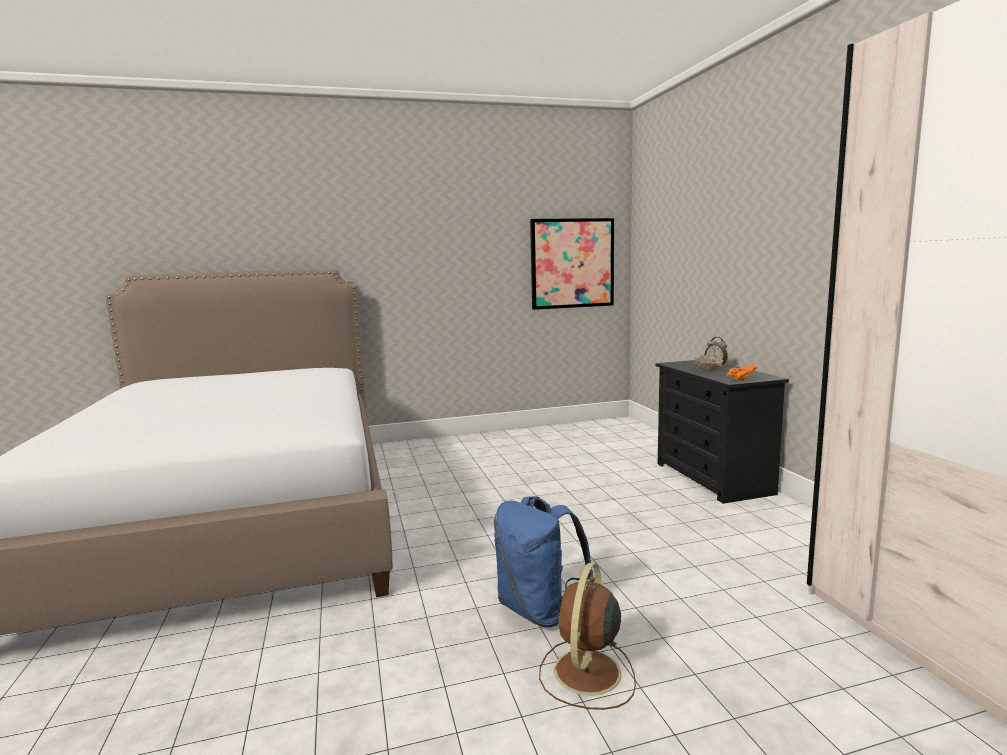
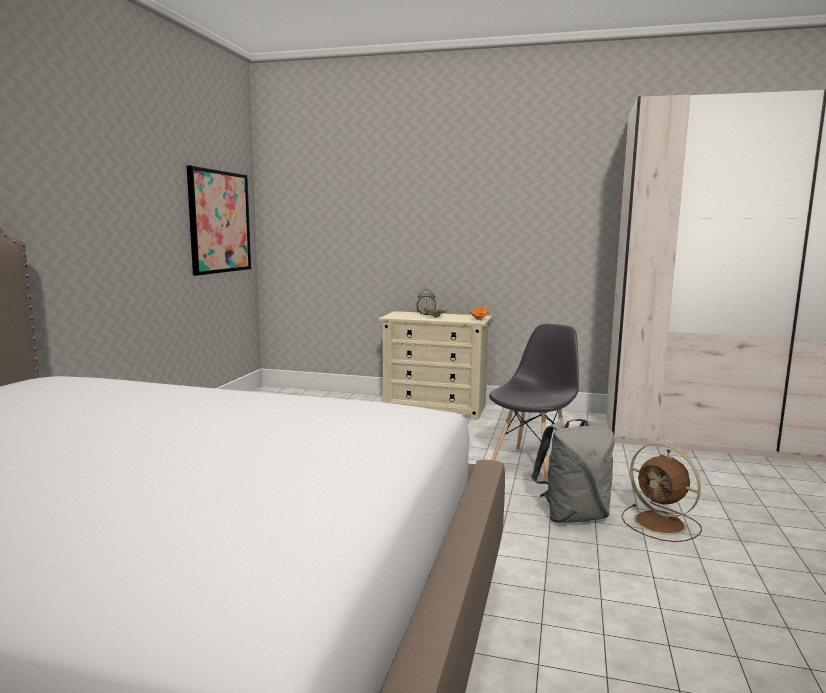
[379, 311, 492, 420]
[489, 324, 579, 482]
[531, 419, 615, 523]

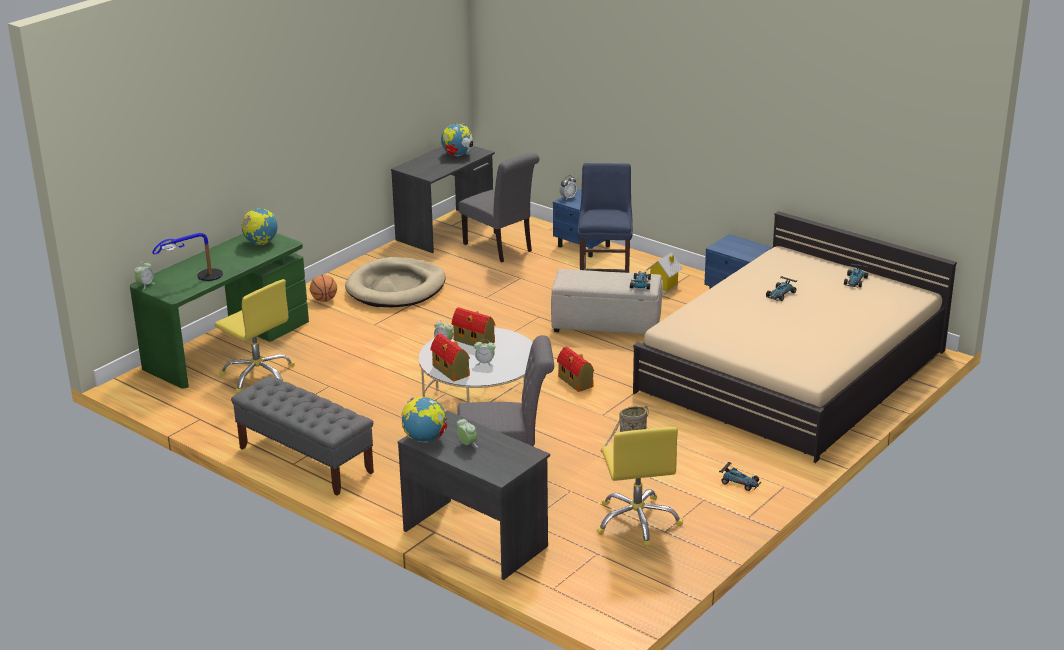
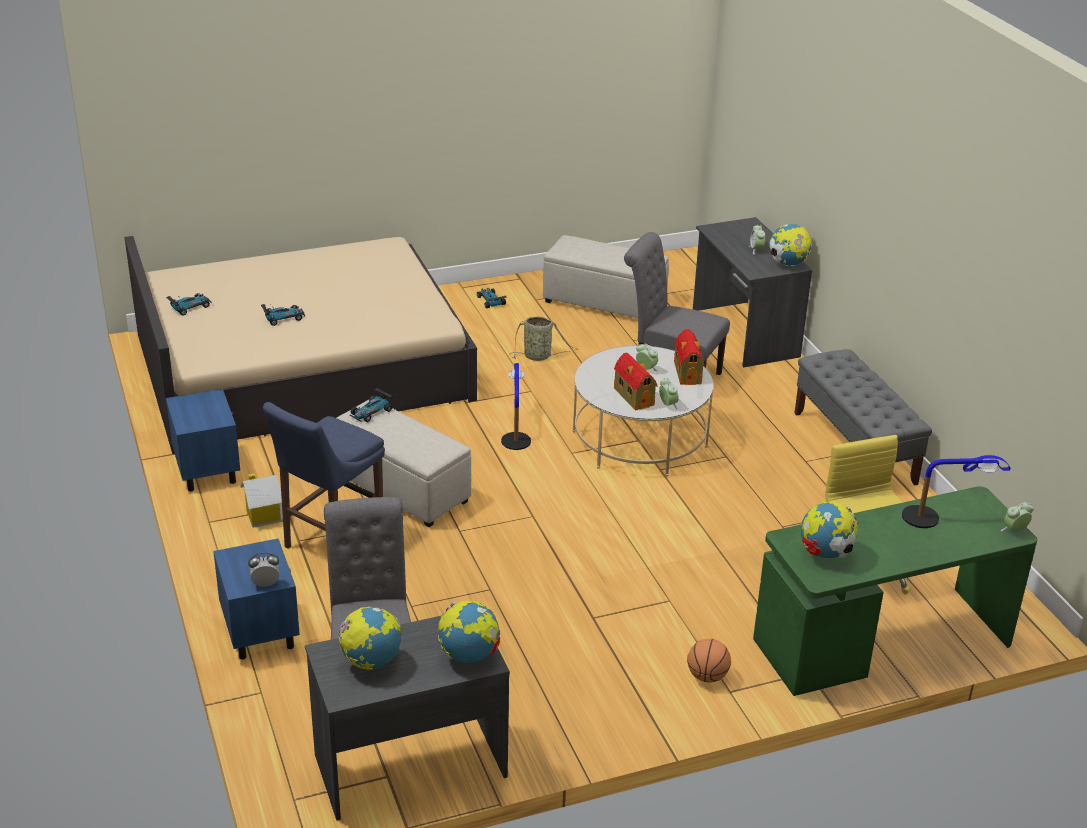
[438, 601, 500, 663]
[501, 363, 531, 450]
[543, 235, 669, 318]
[345, 257, 445, 307] (first image)

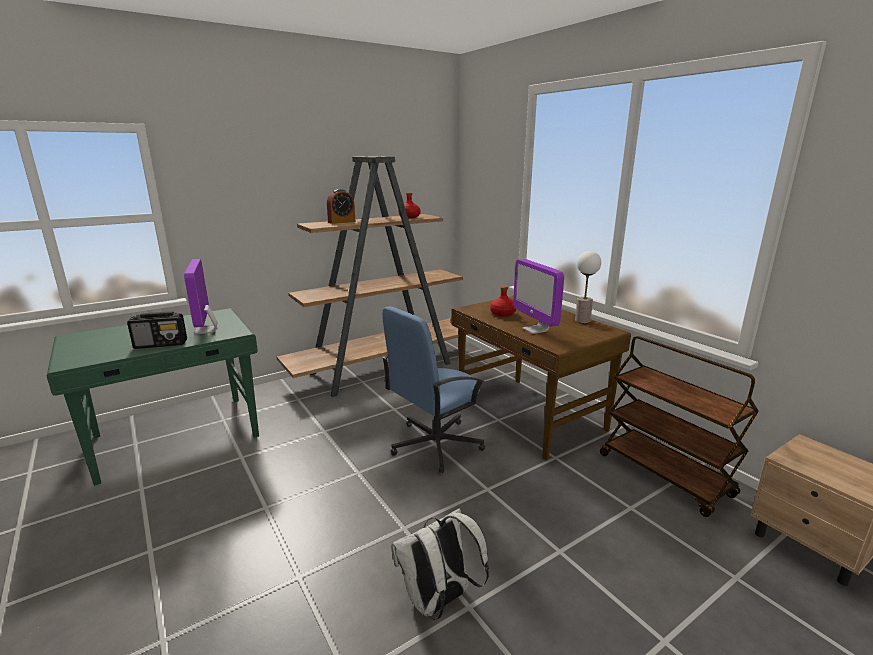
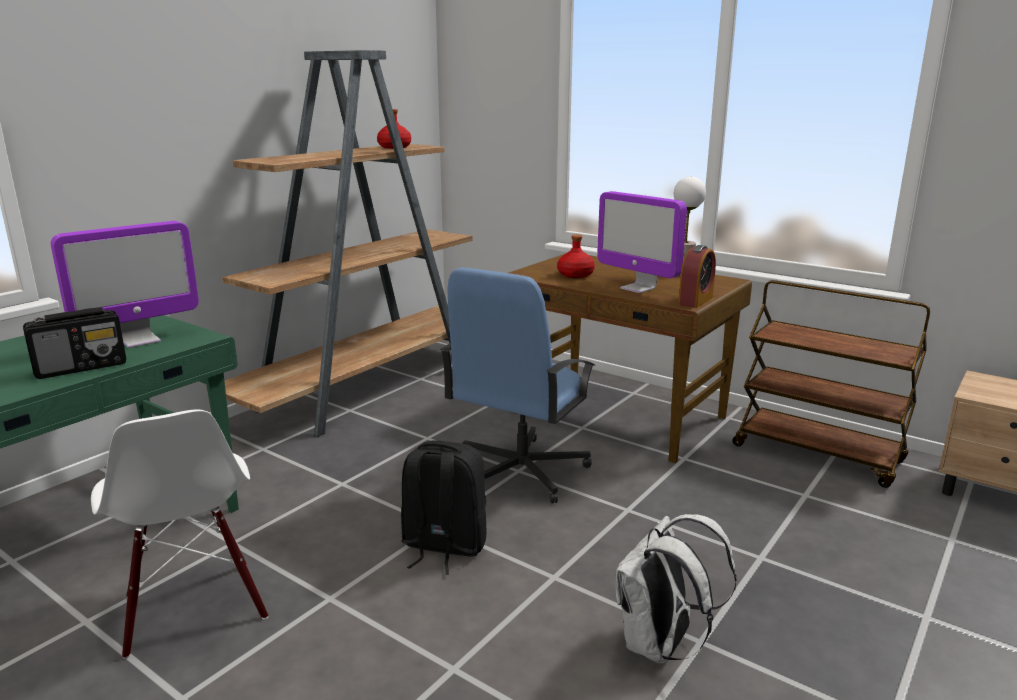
[51, 221, 199, 348]
[91, 410, 268, 659]
[401, 440, 487, 575]
[678, 245, 716, 308]

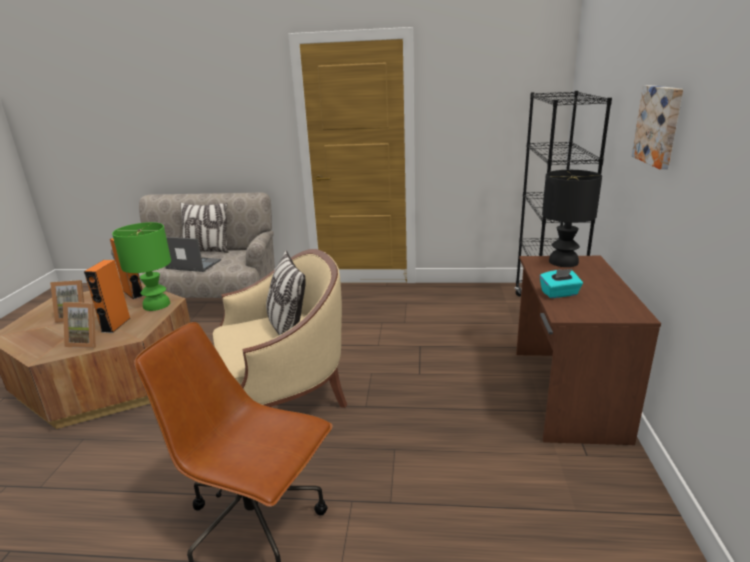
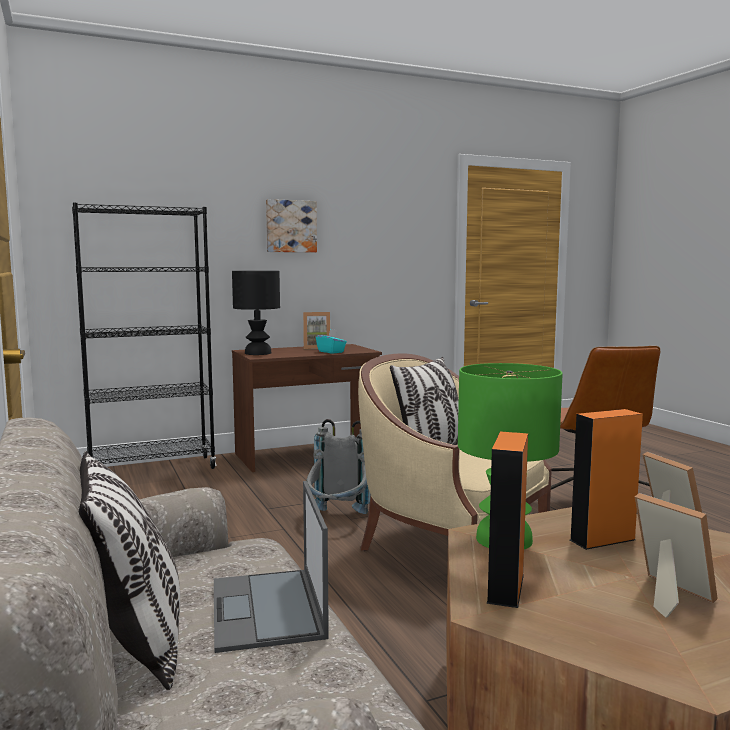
[303, 312, 330, 350]
[306, 419, 370, 514]

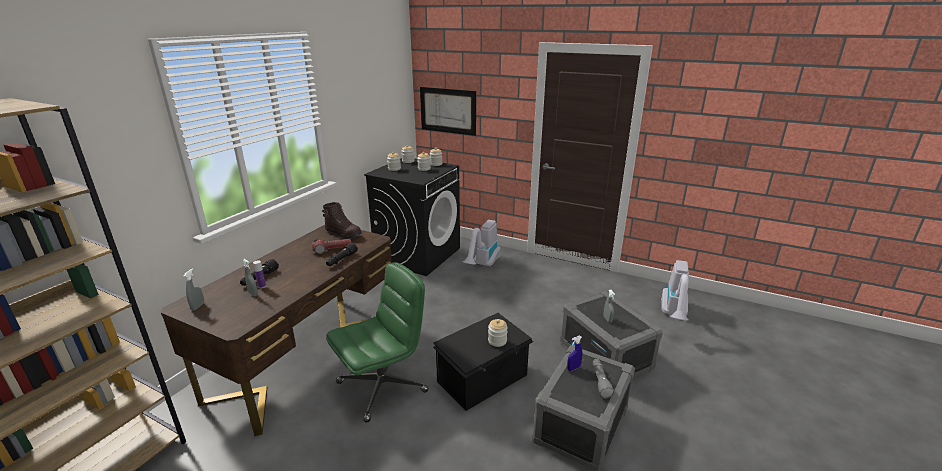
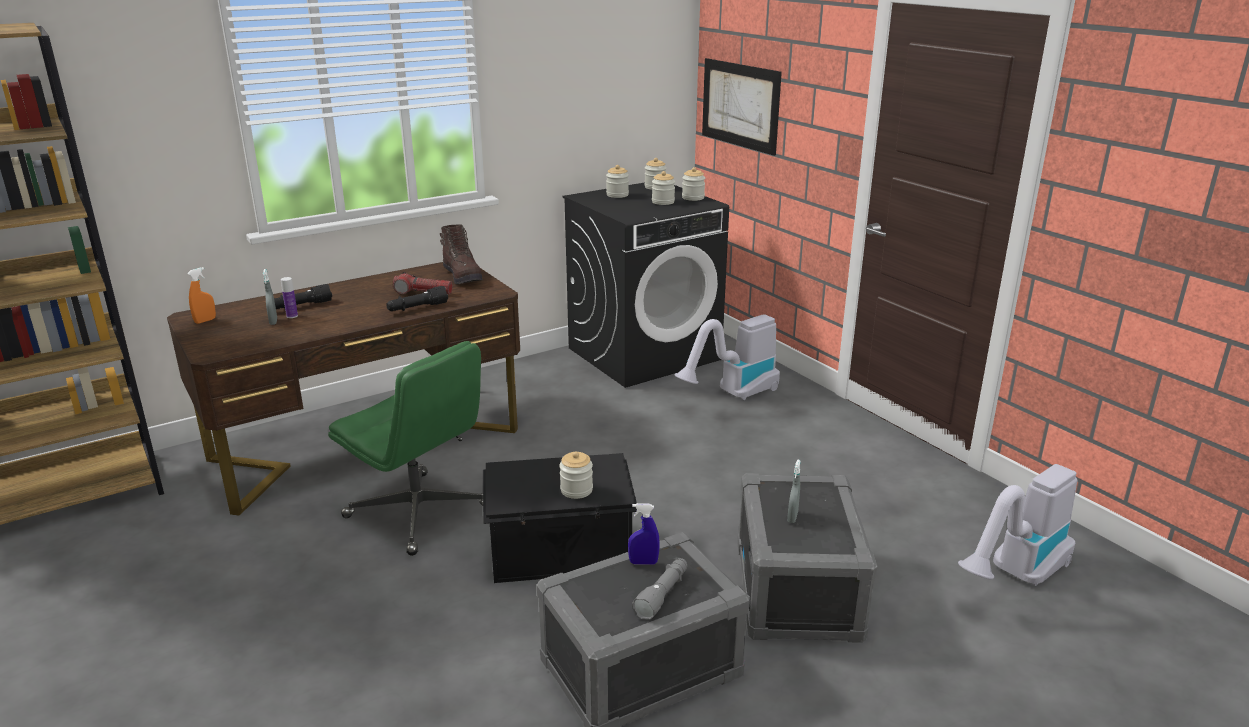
[187, 267, 216, 324]
[328, 341, 483, 556]

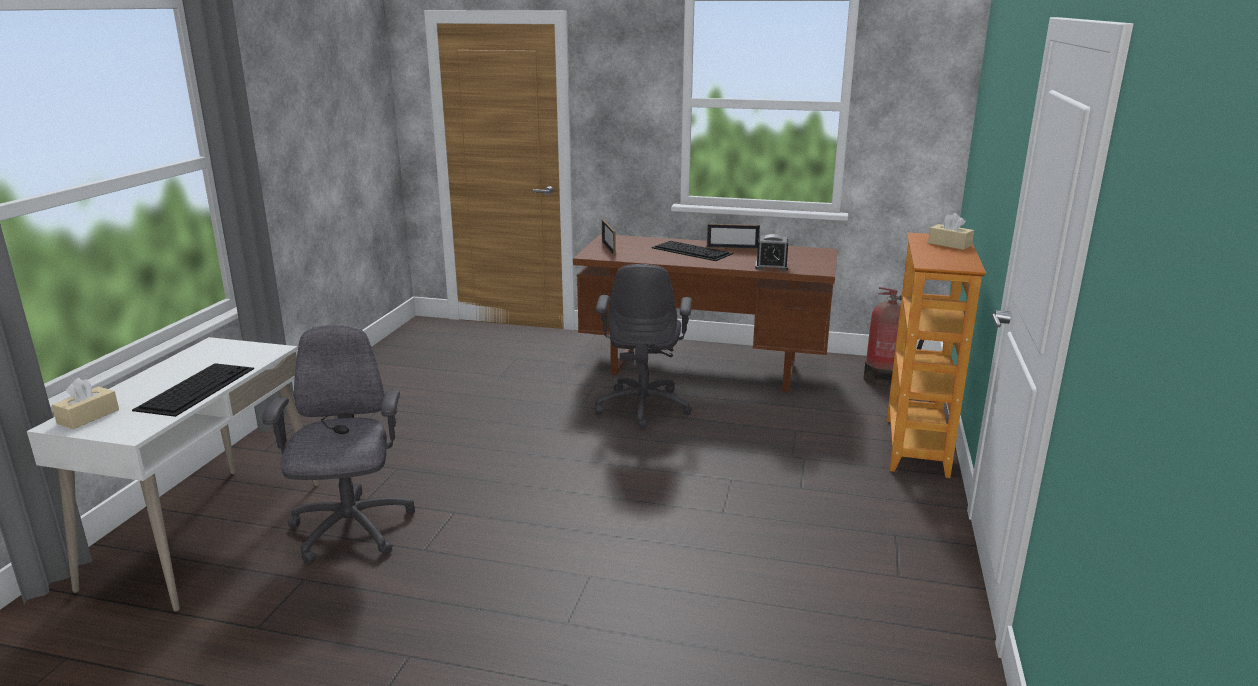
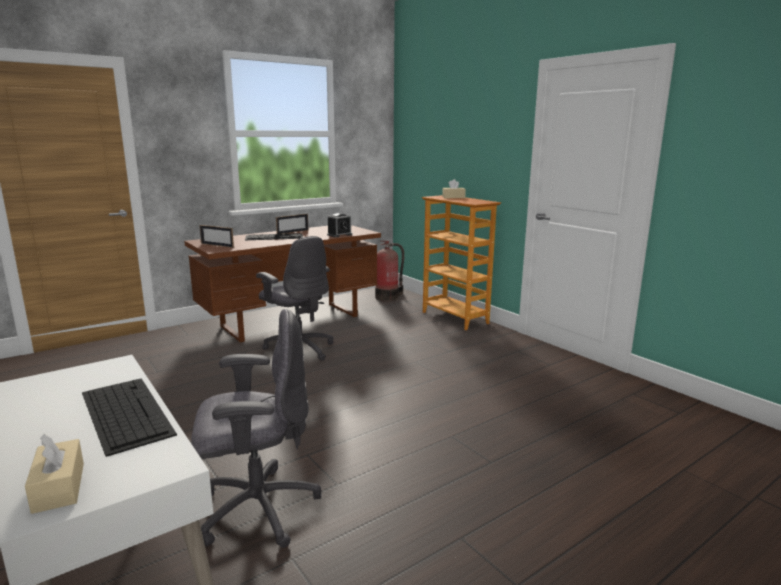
[191, 309, 322, 548]

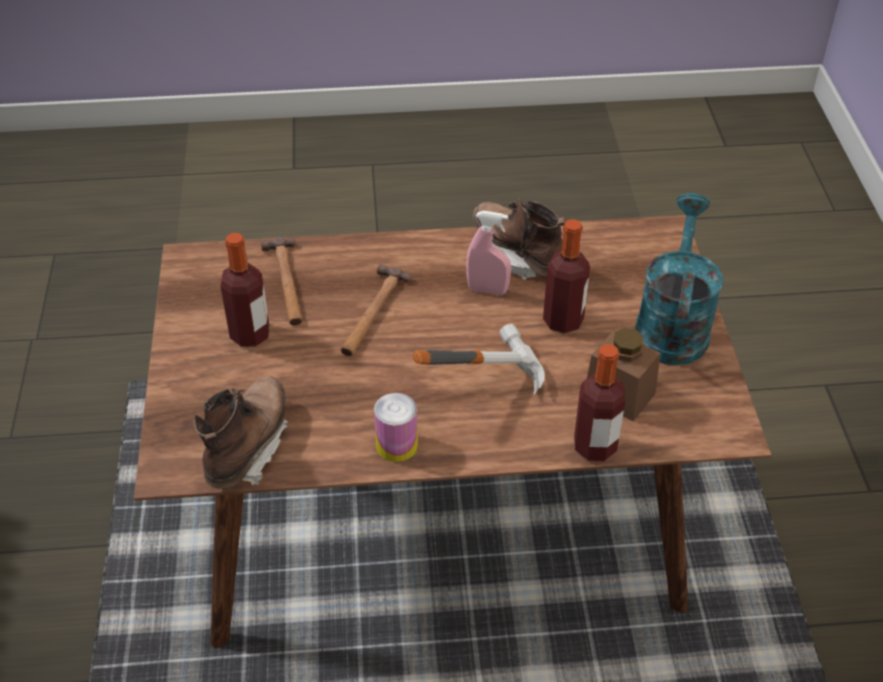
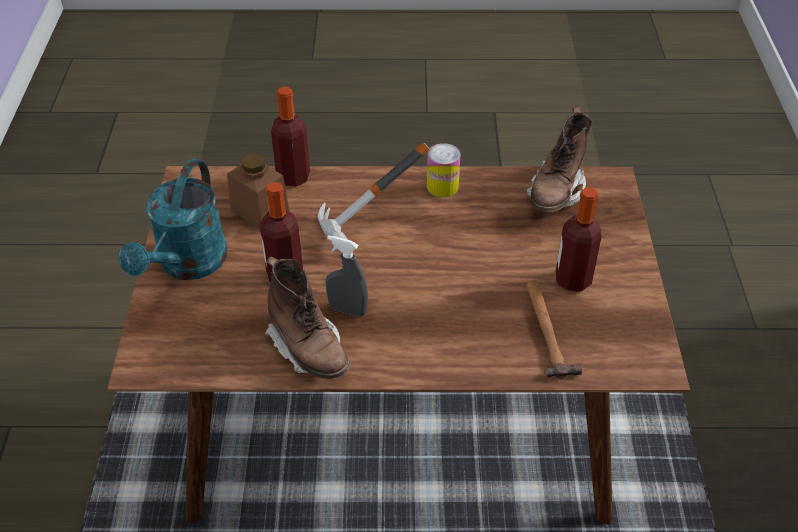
[326, 235, 368, 317]
[341, 264, 411, 356] (first image)

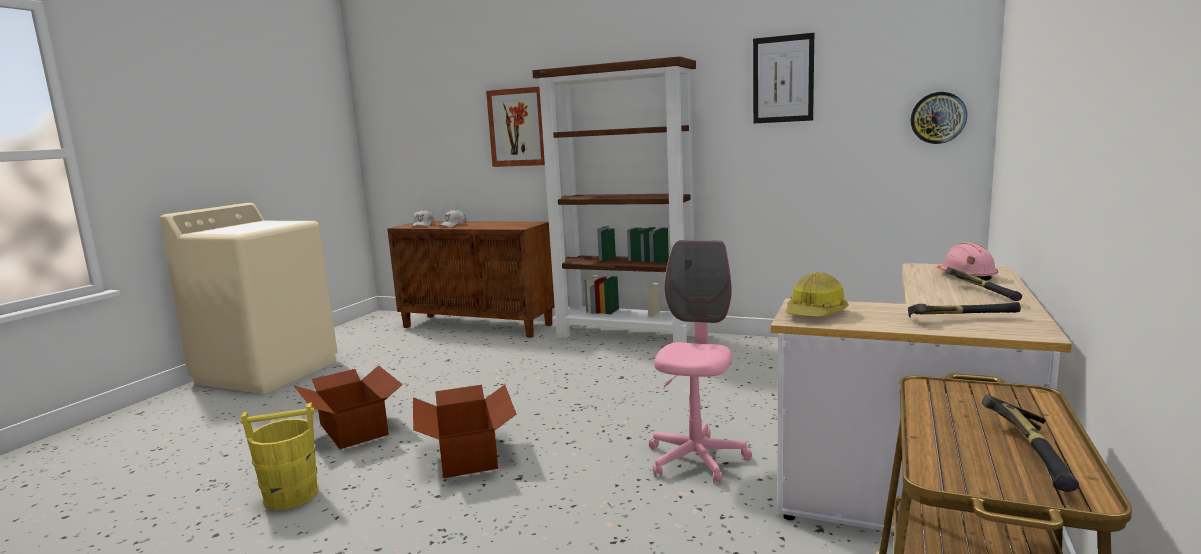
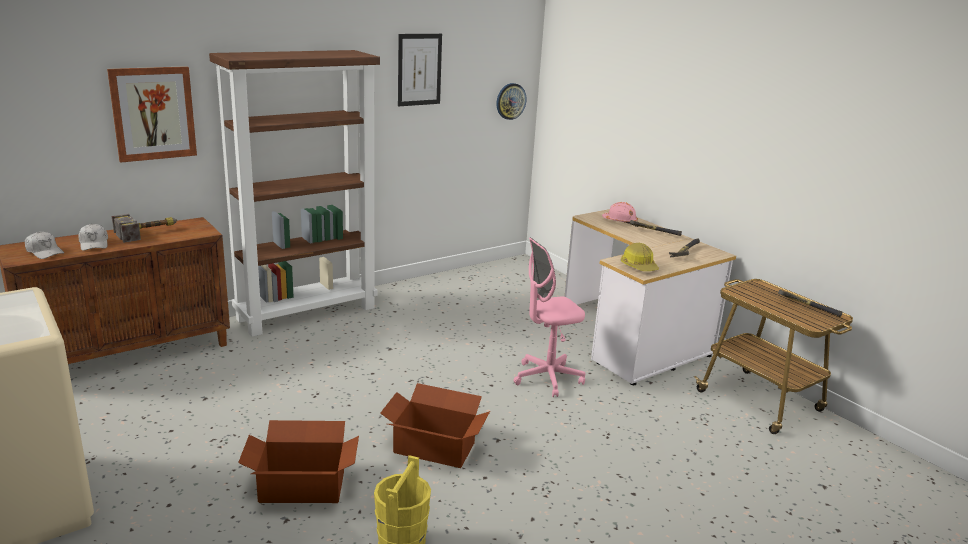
[112, 214, 177, 243]
[513, 237, 585, 397]

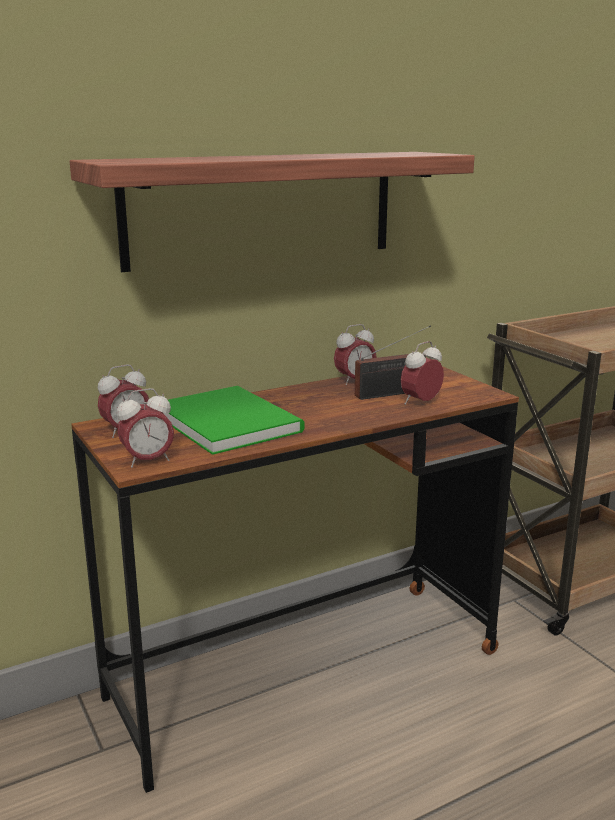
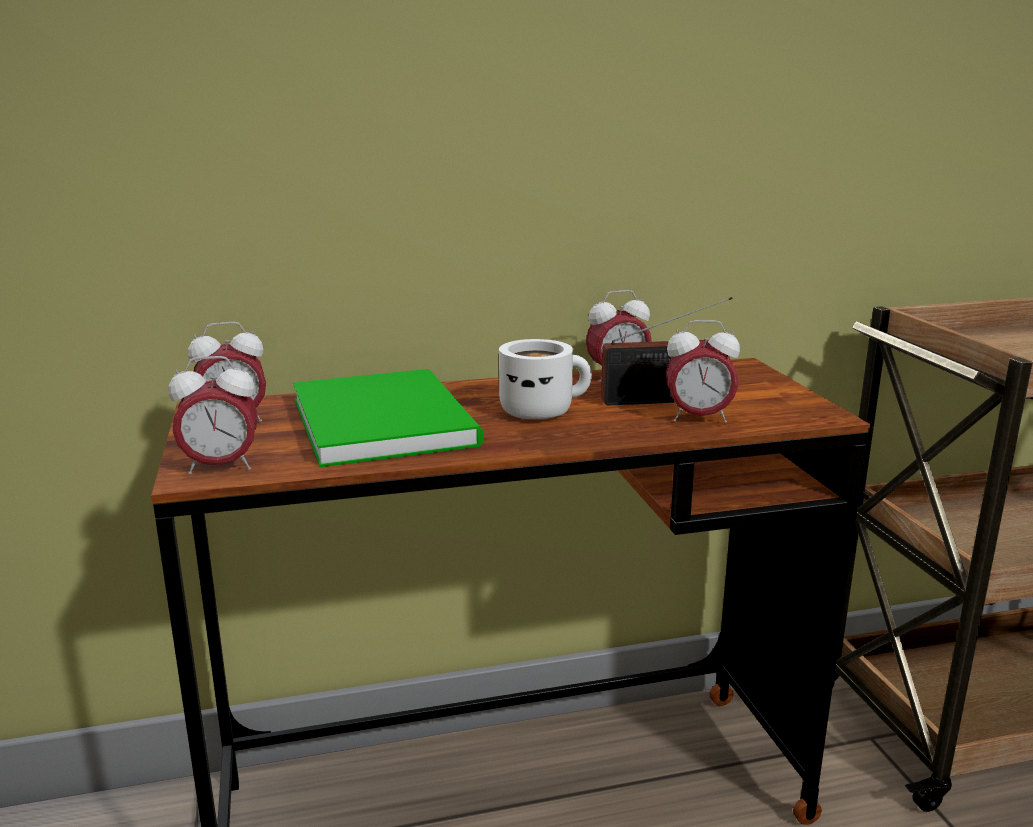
[499, 339, 592, 419]
[666, 320, 740, 423]
[70, 152, 475, 272] (first image)

